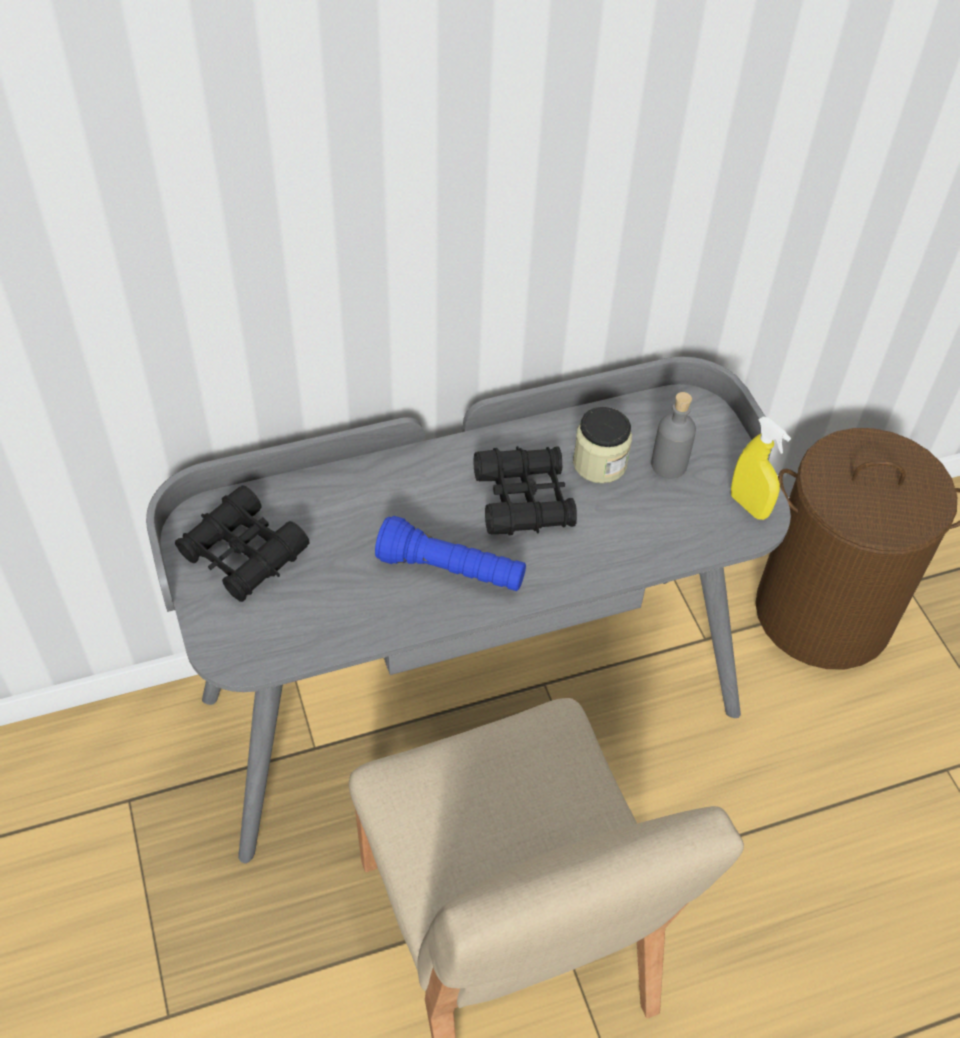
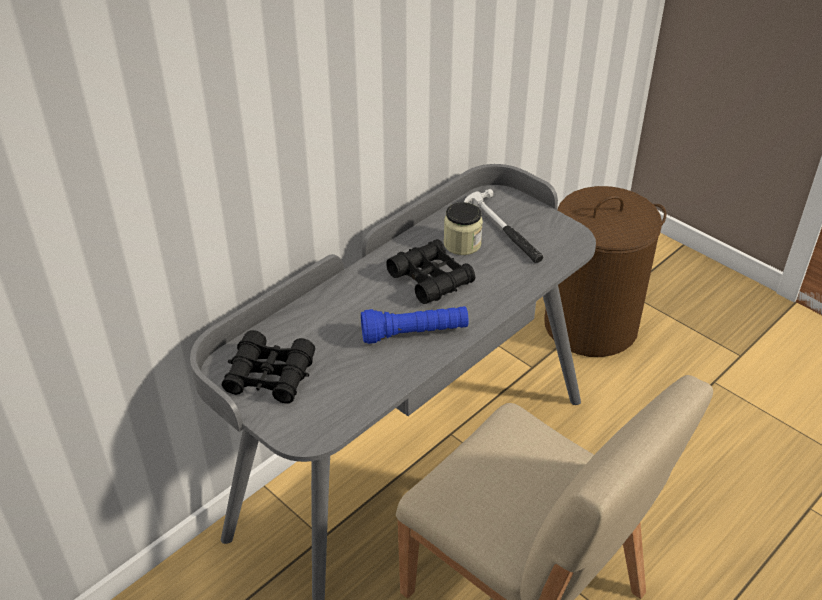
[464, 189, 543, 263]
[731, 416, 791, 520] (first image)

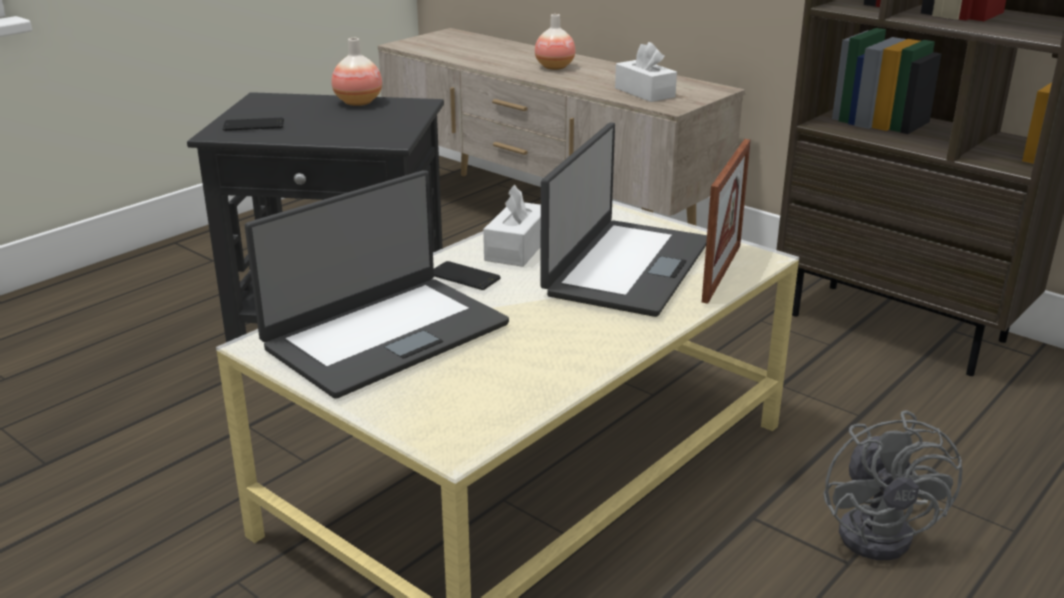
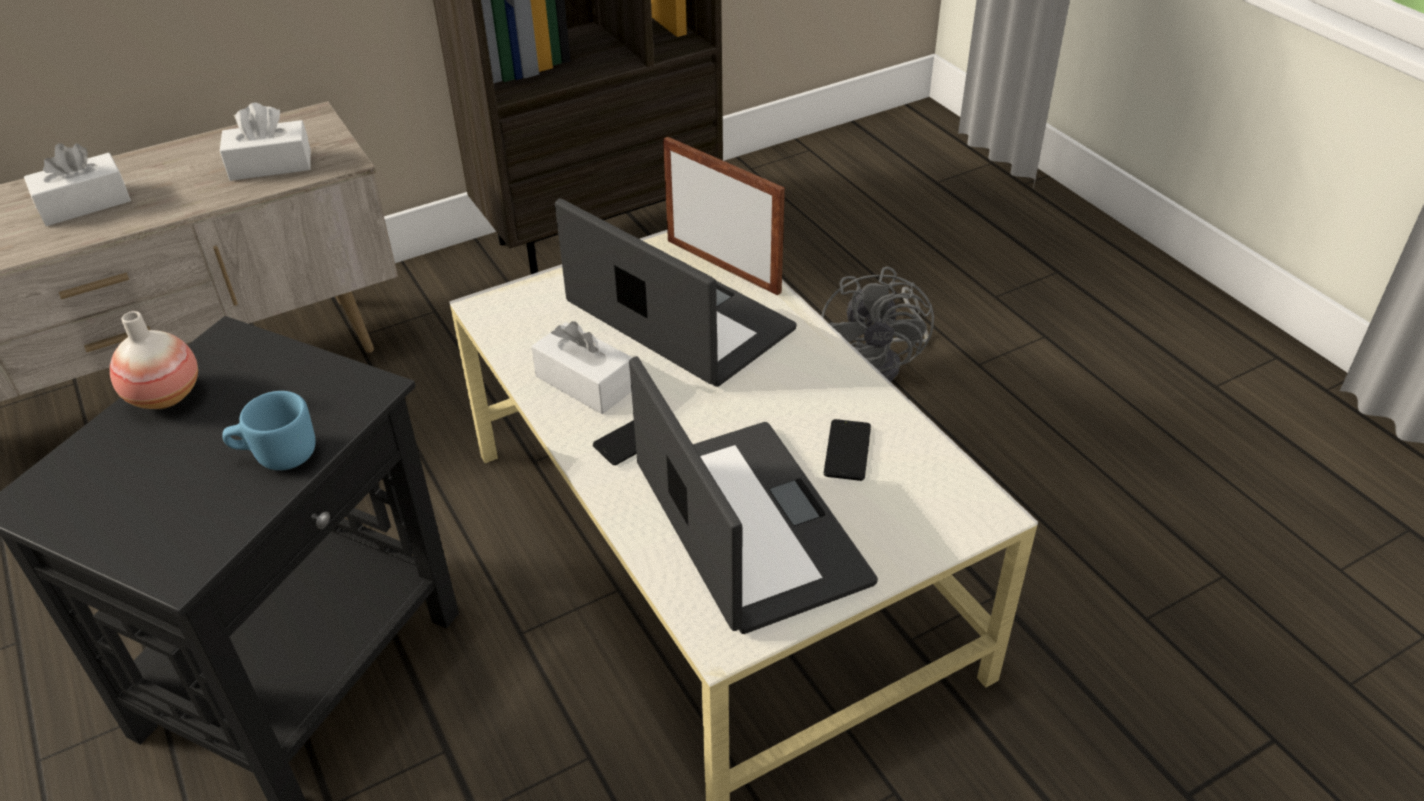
[24, 143, 131, 226]
[222, 391, 316, 470]
[821, 266, 934, 382]
[824, 419, 871, 481]

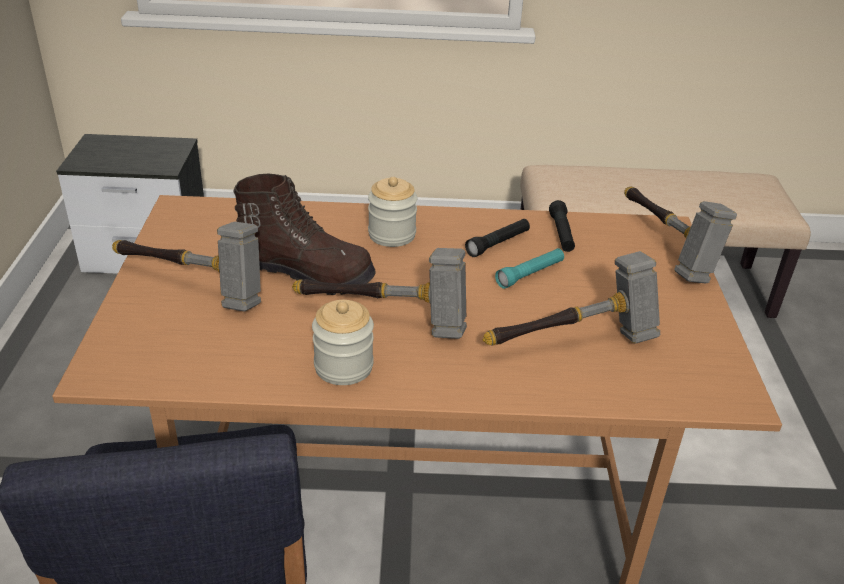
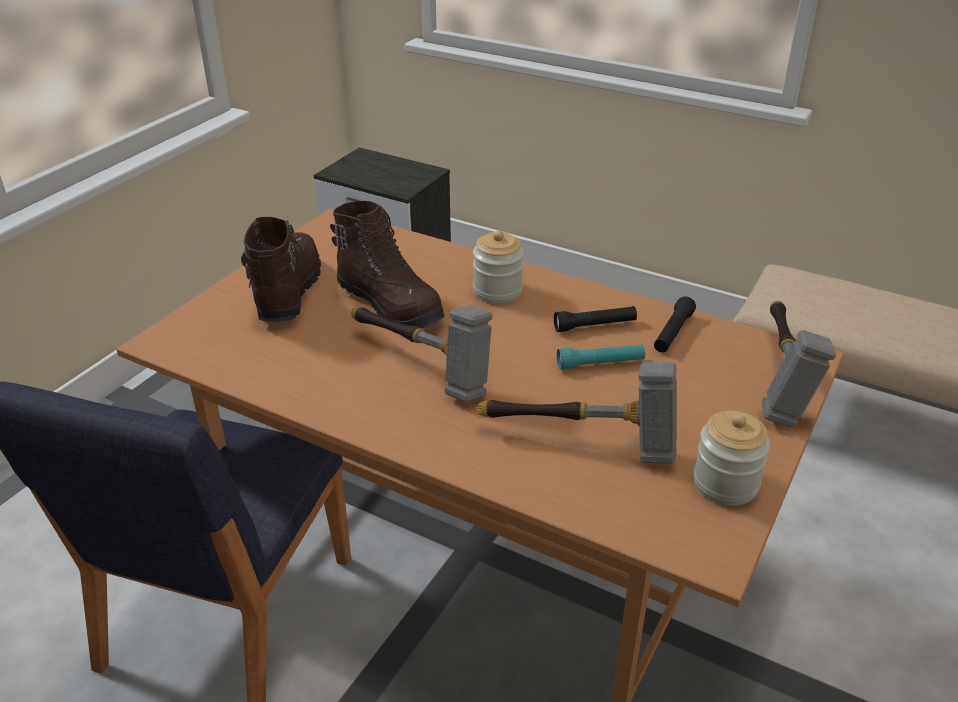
[241, 217, 321, 322]
[693, 411, 770, 506]

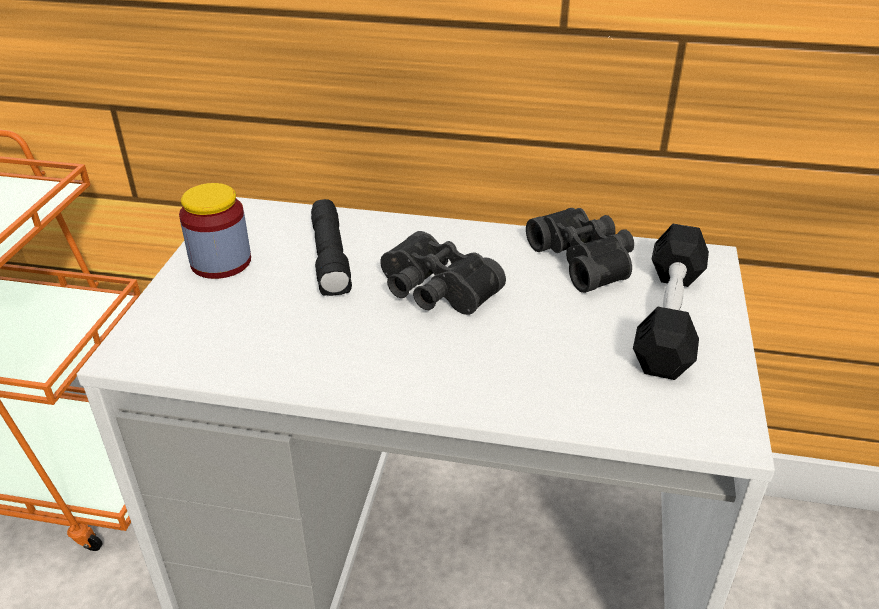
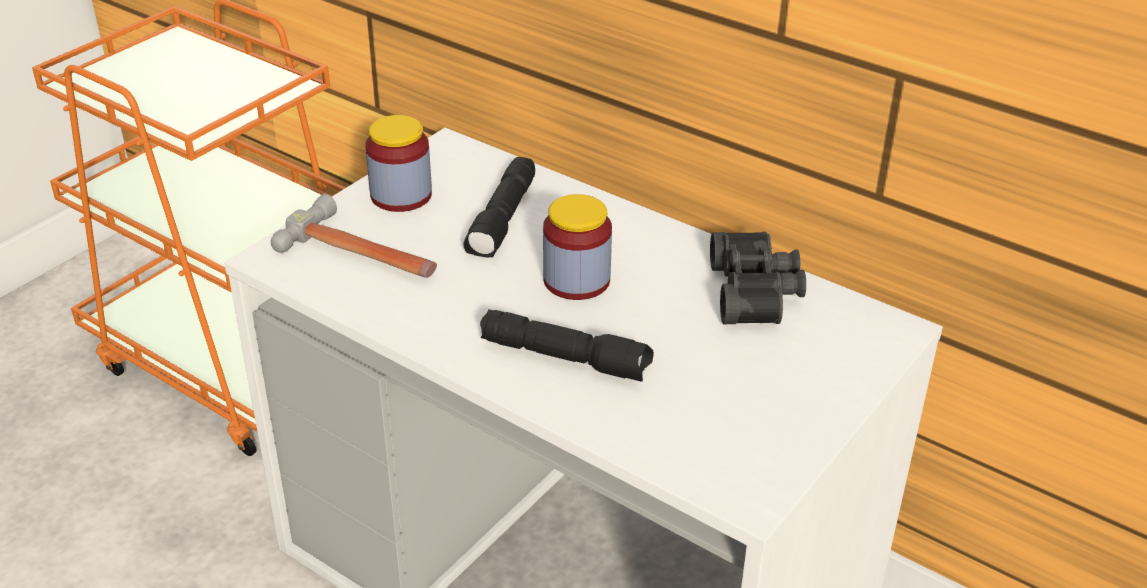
[271, 194, 437, 278]
[480, 309, 654, 381]
[543, 194, 612, 300]
[633, 224, 709, 380] (first image)

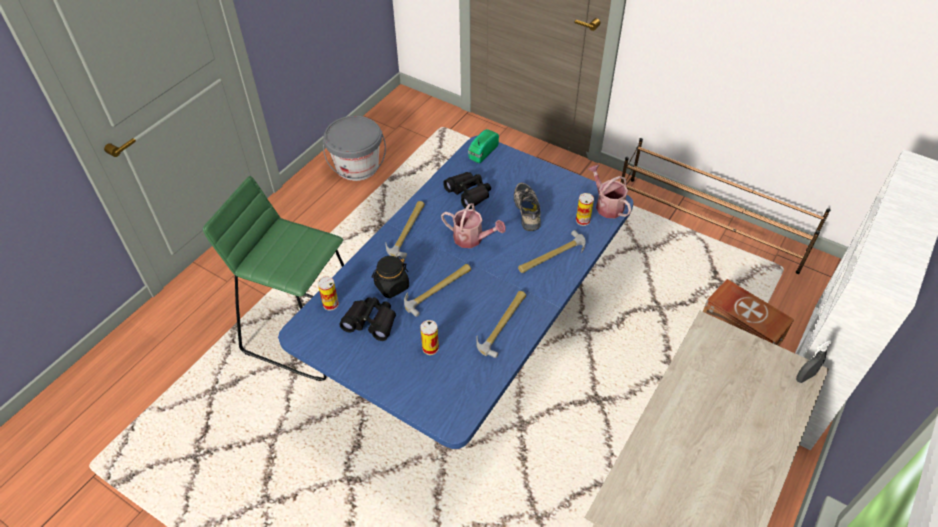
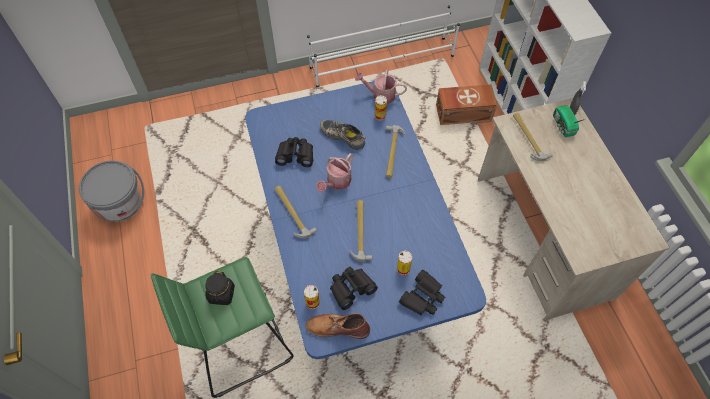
[206, 270, 235, 305]
[305, 313, 370, 339]
[307, 5, 460, 87]
[317, 153, 353, 192]
[399, 269, 445, 315]
[513, 113, 553, 161]
[553, 105, 585, 137]

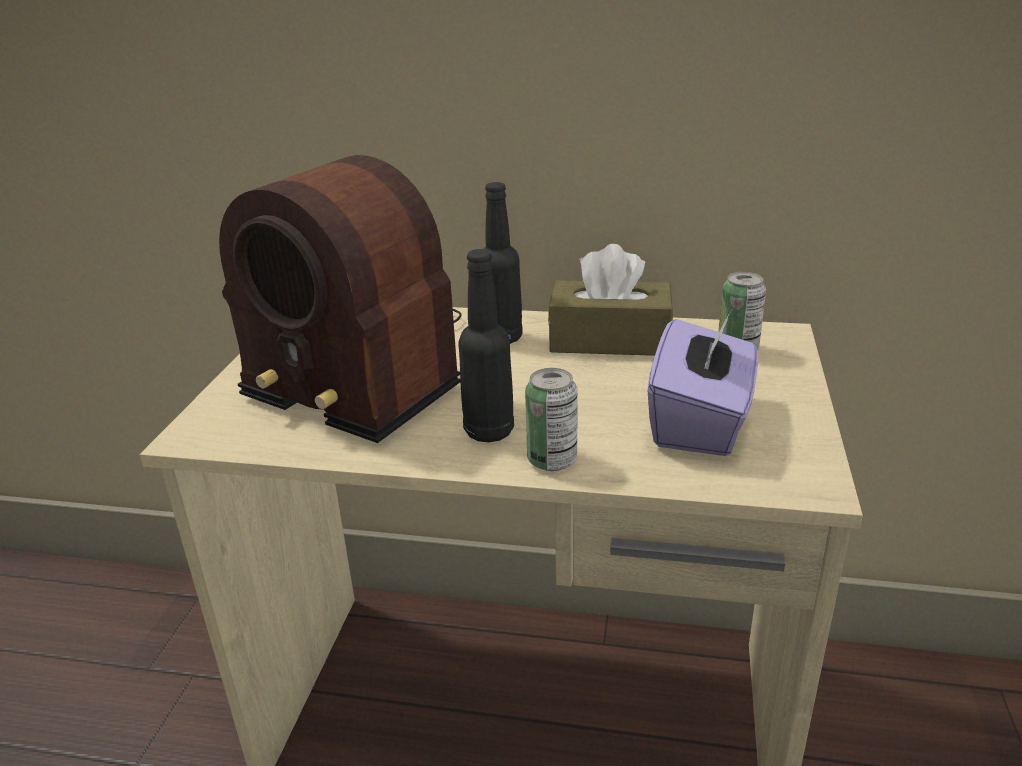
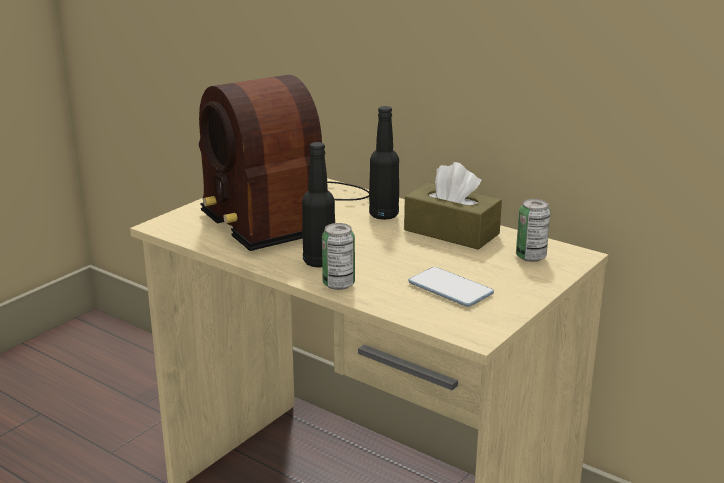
[409, 267, 494, 307]

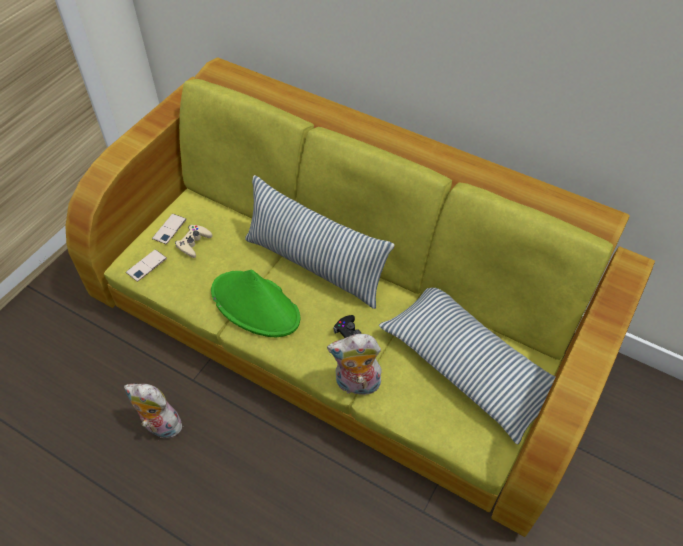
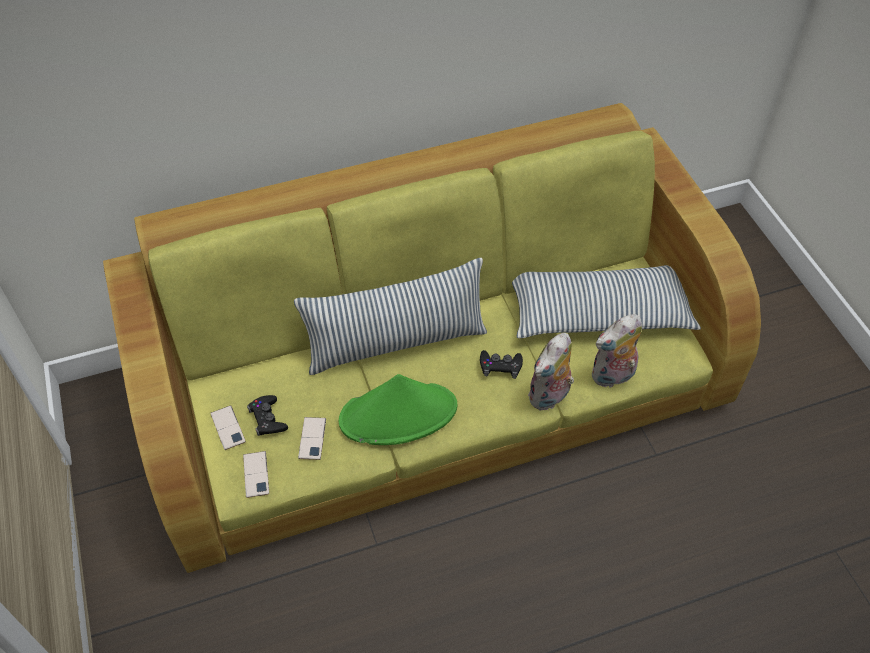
[247, 395, 288, 436]
[298, 417, 326, 460]
[592, 314, 642, 388]

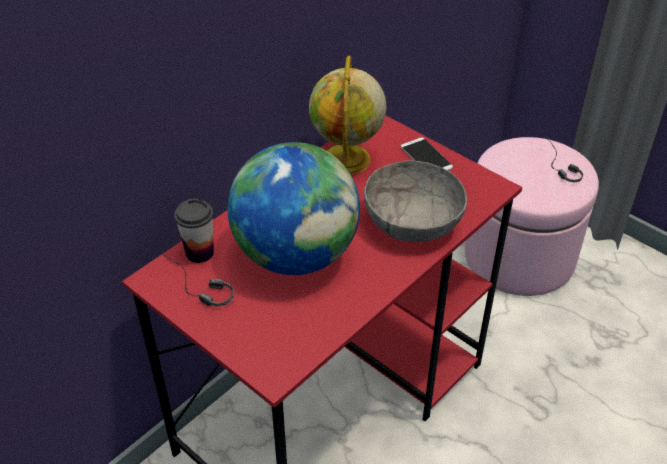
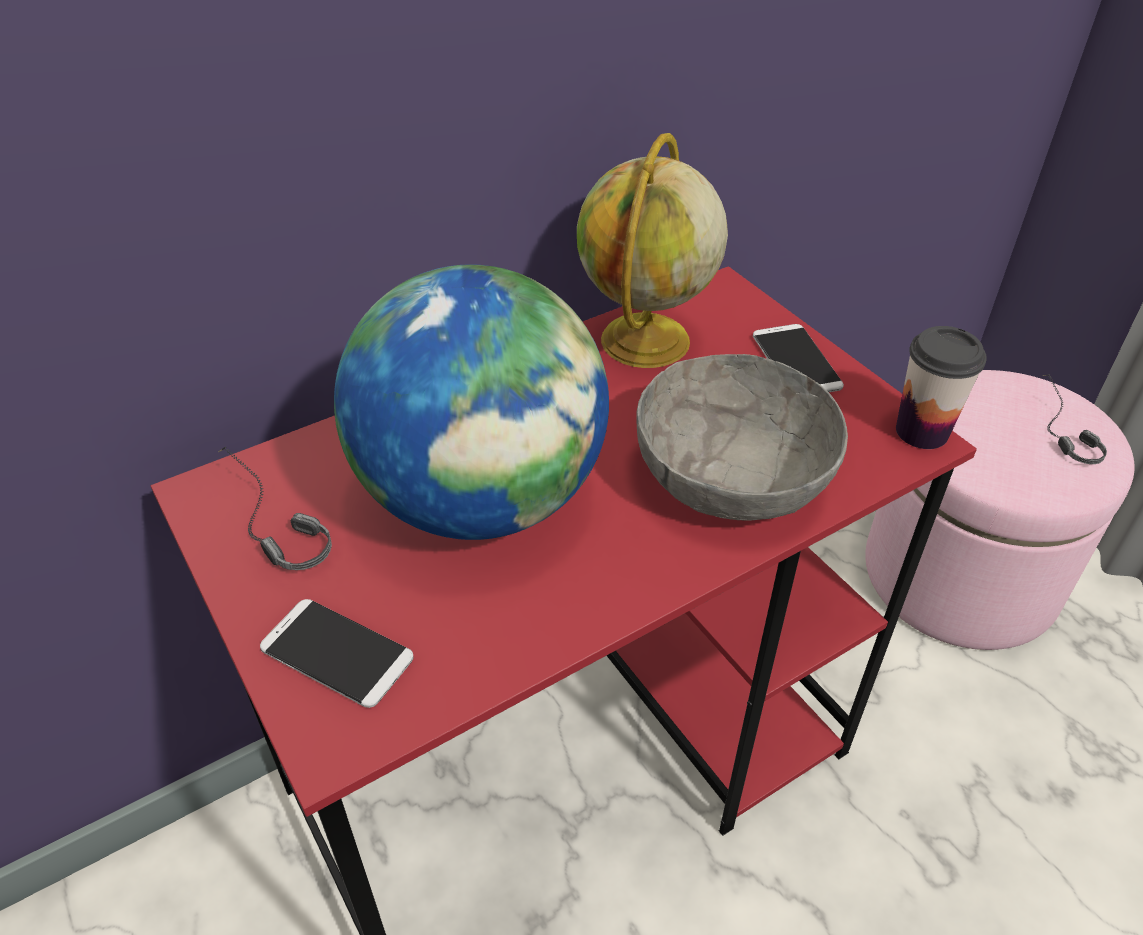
[260, 599, 414, 708]
[896, 326, 987, 449]

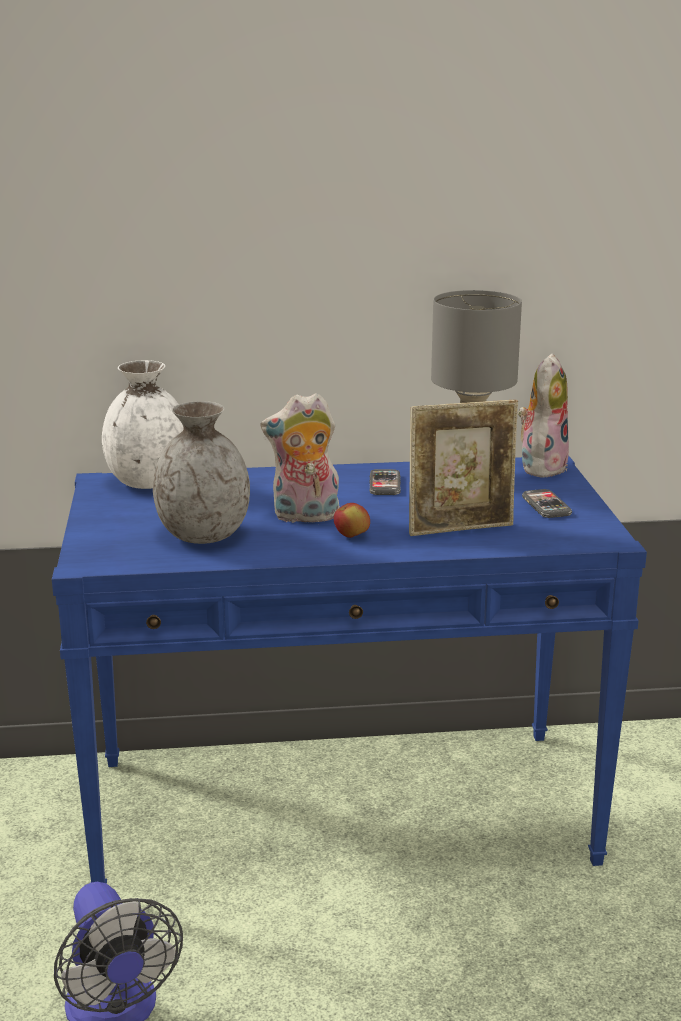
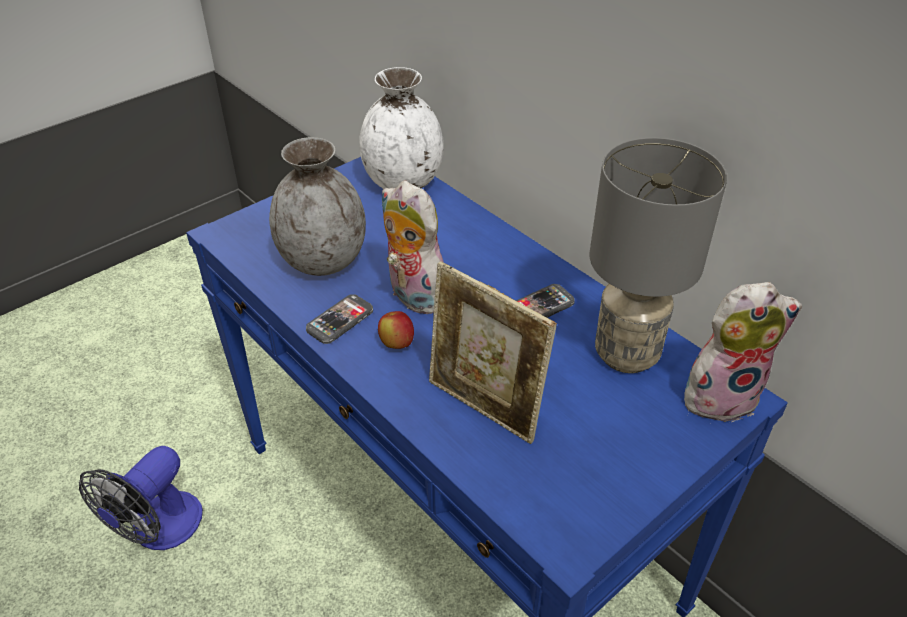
[306, 294, 373, 344]

